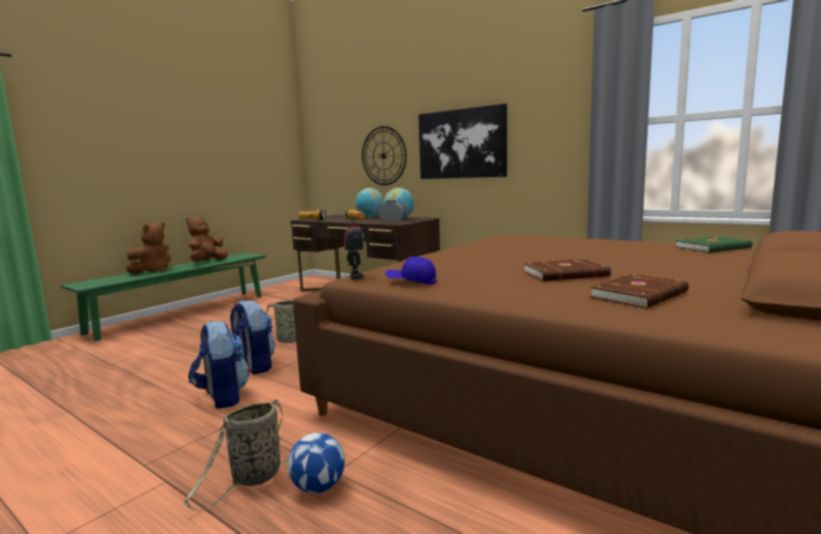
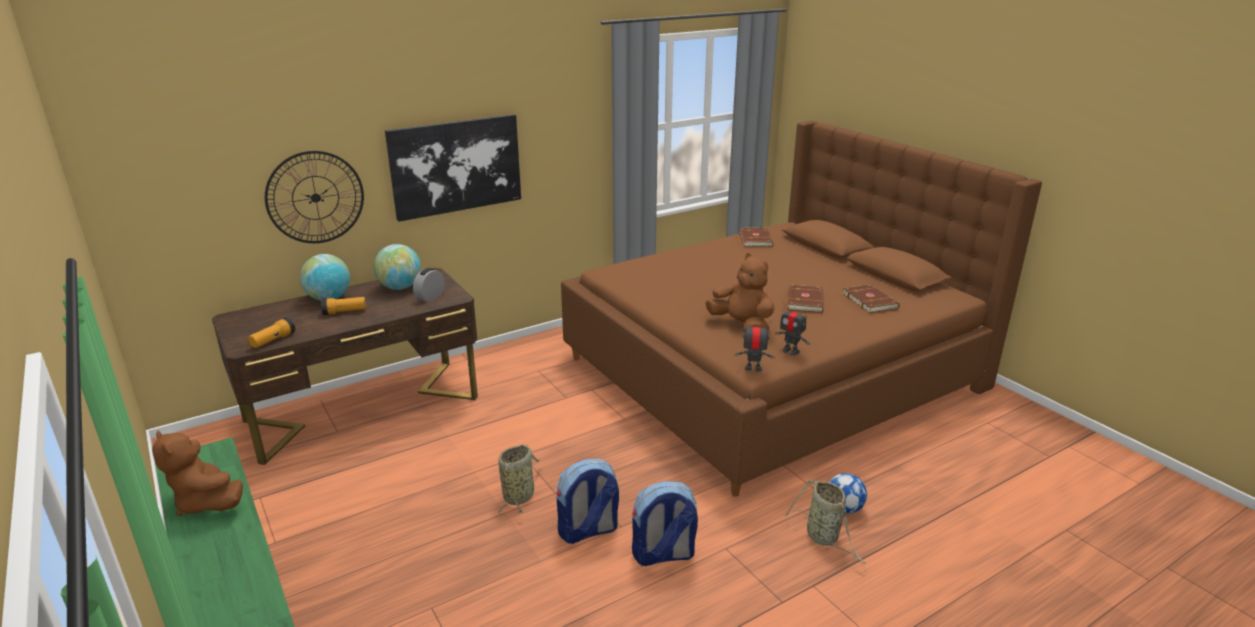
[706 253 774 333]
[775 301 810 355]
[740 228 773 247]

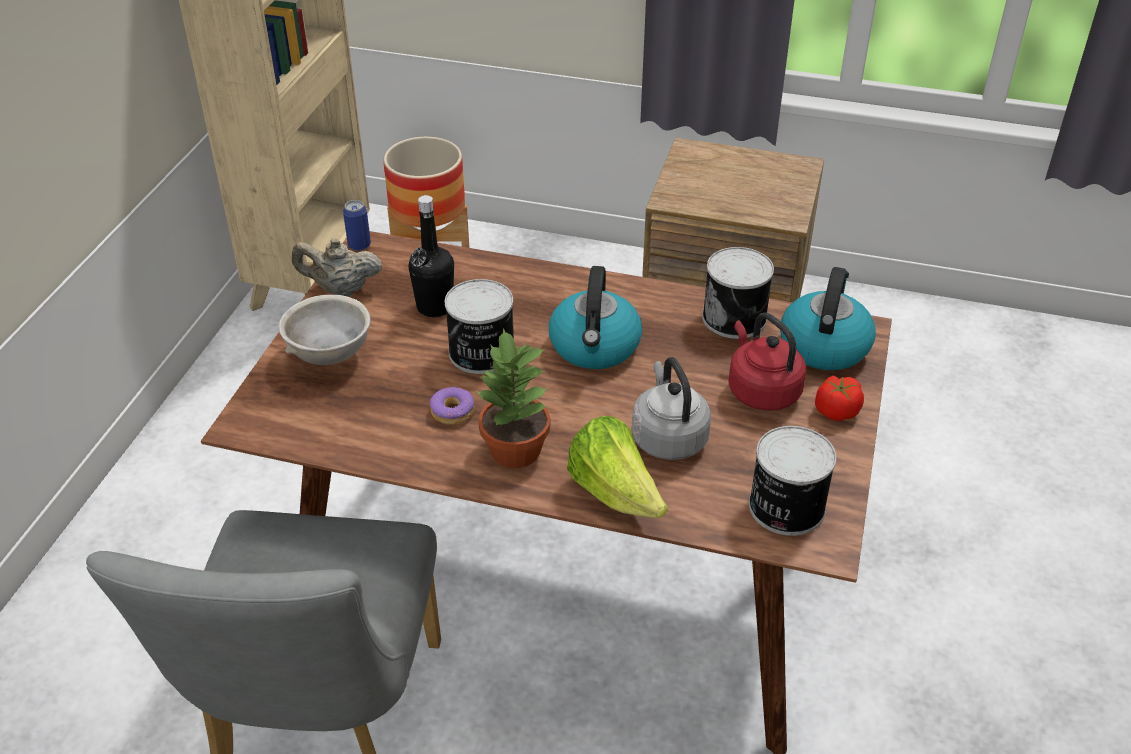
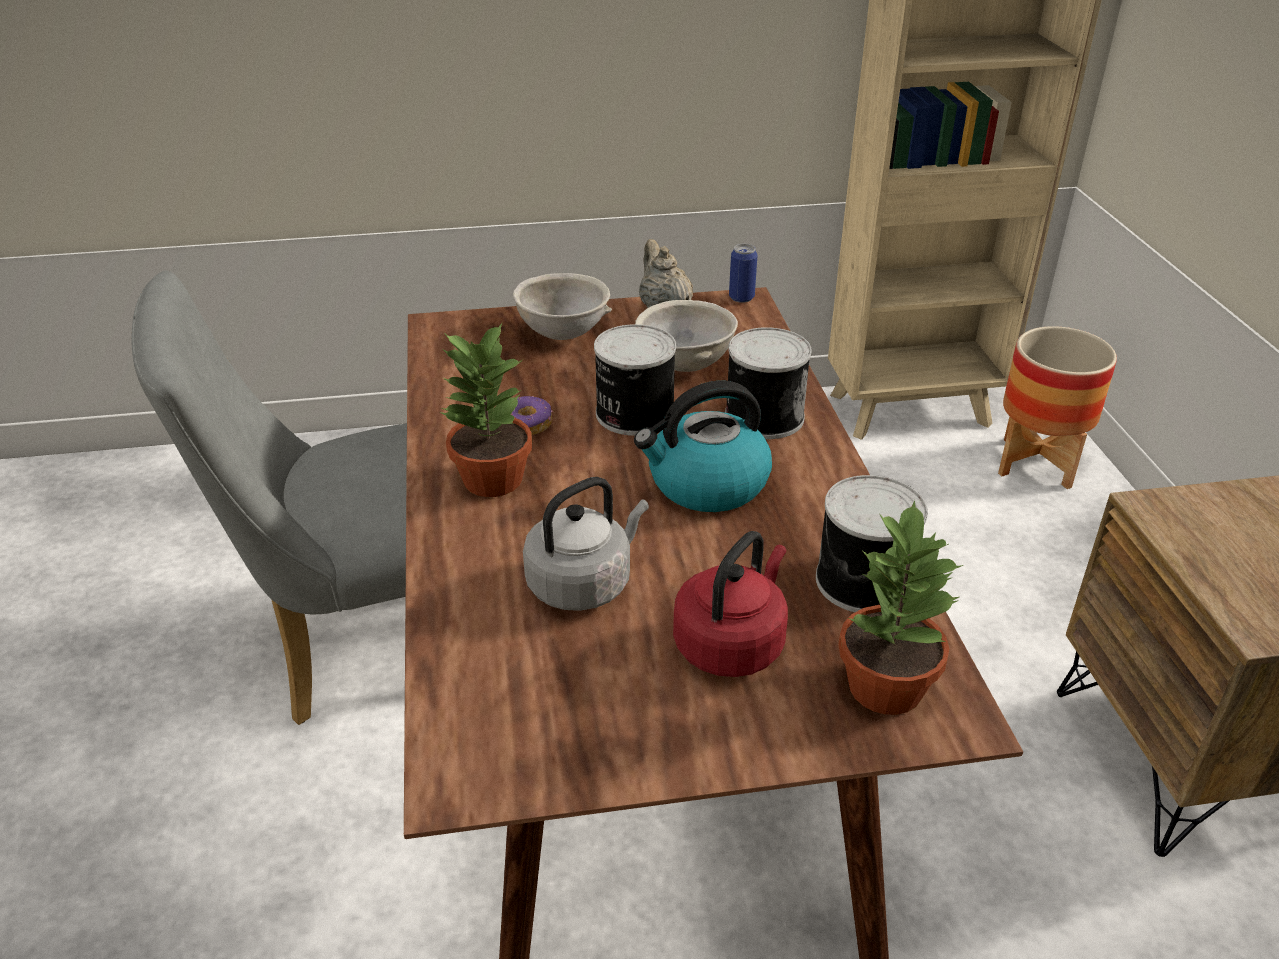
[567 416 668 518] (first image)
[815 375 864 421] (first image)
[725 327 812 439]
[635 300 738 372]
[838 500 963 715]

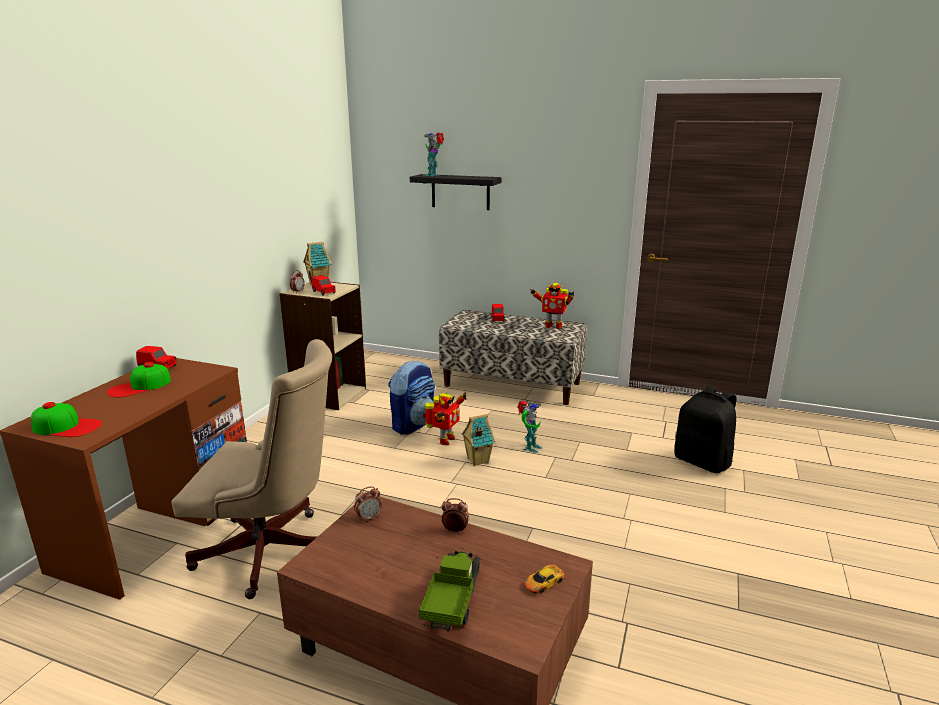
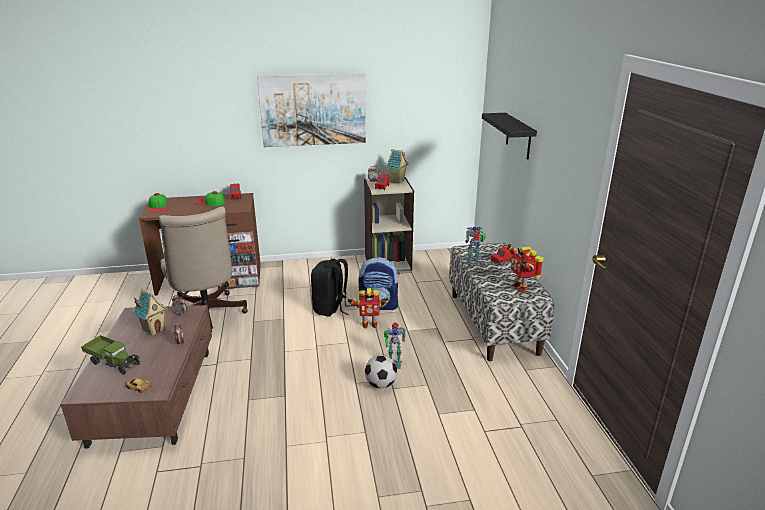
[257 73 366 147]
[365 355 397 388]
[465 227 486 264]
[133 289 168 336]
[311 259 354 317]
[81 335 141 375]

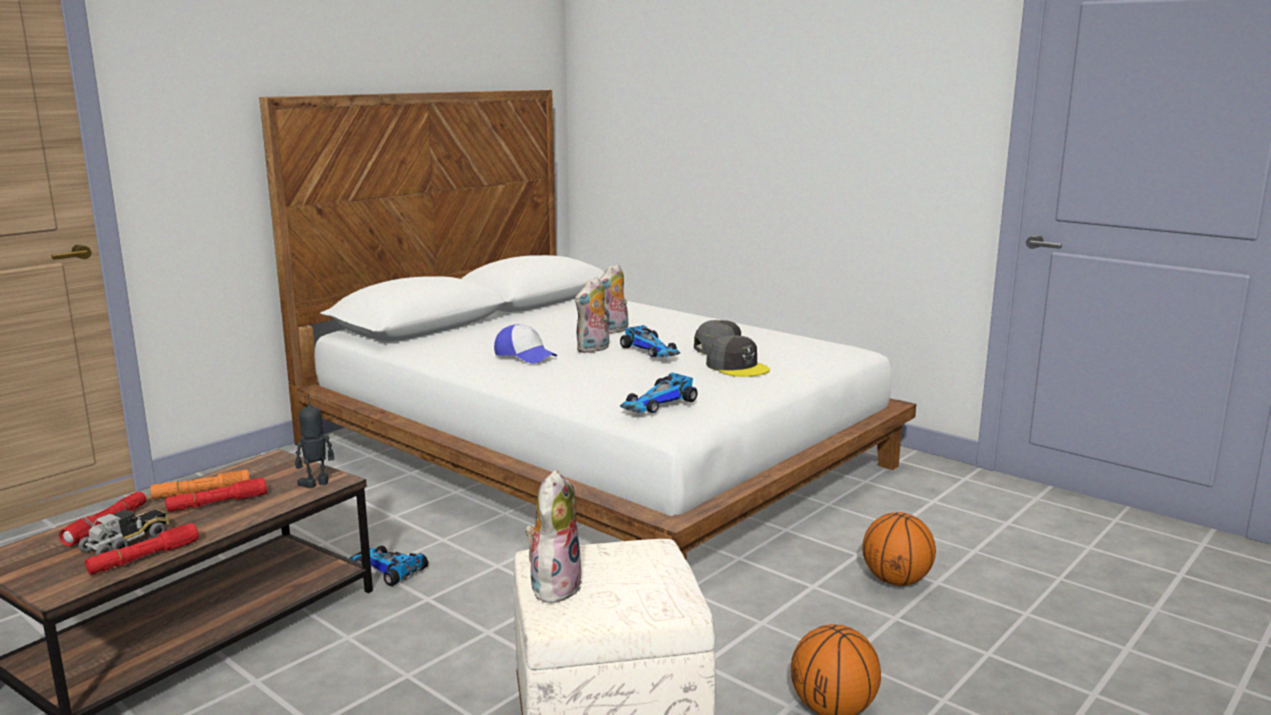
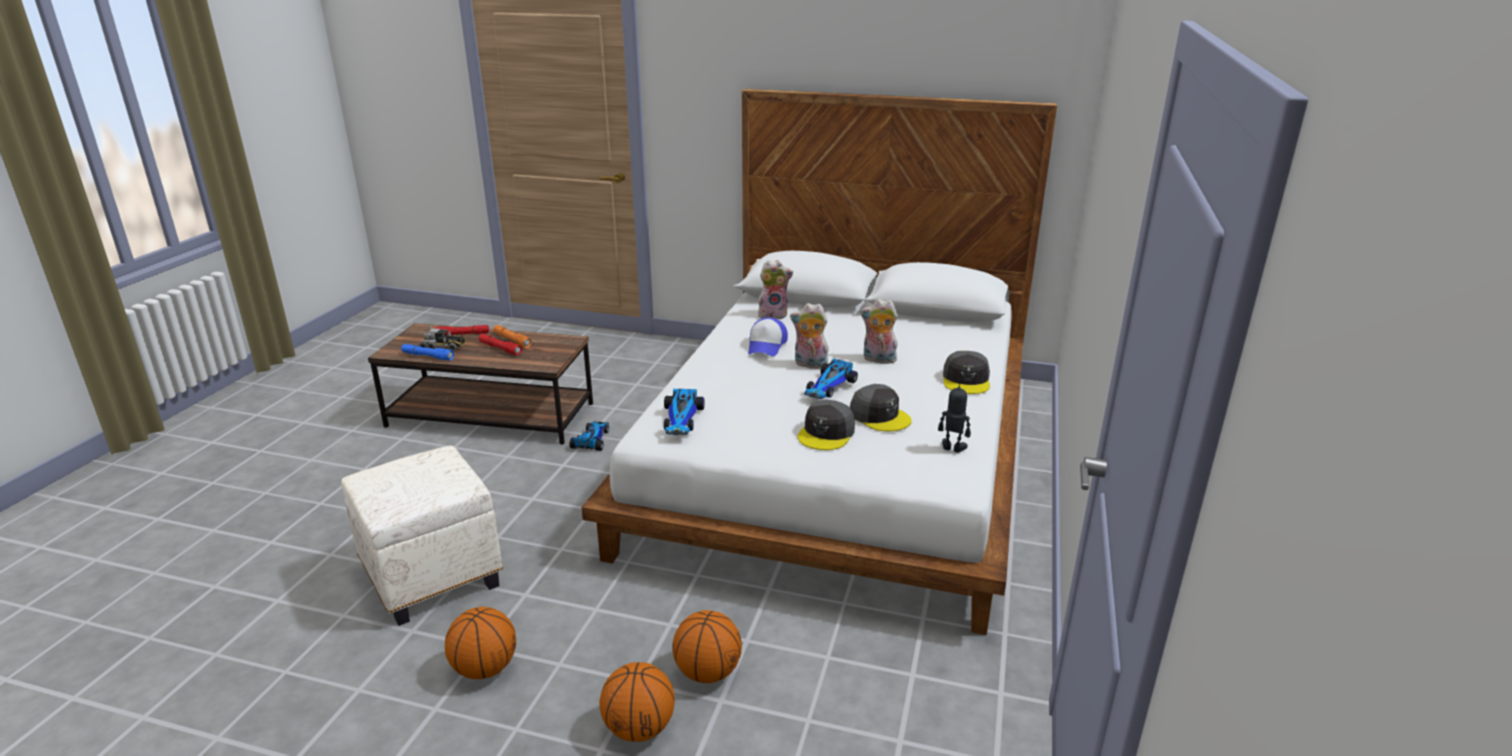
[600 662 675 742]
[943 351 990 394]
[938 379 971 453]
[758 260 793 319]
[401 344 454 360]
[664 389 705 435]

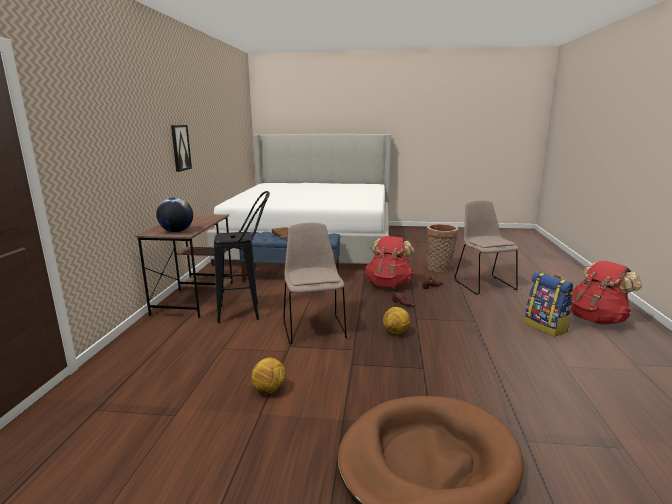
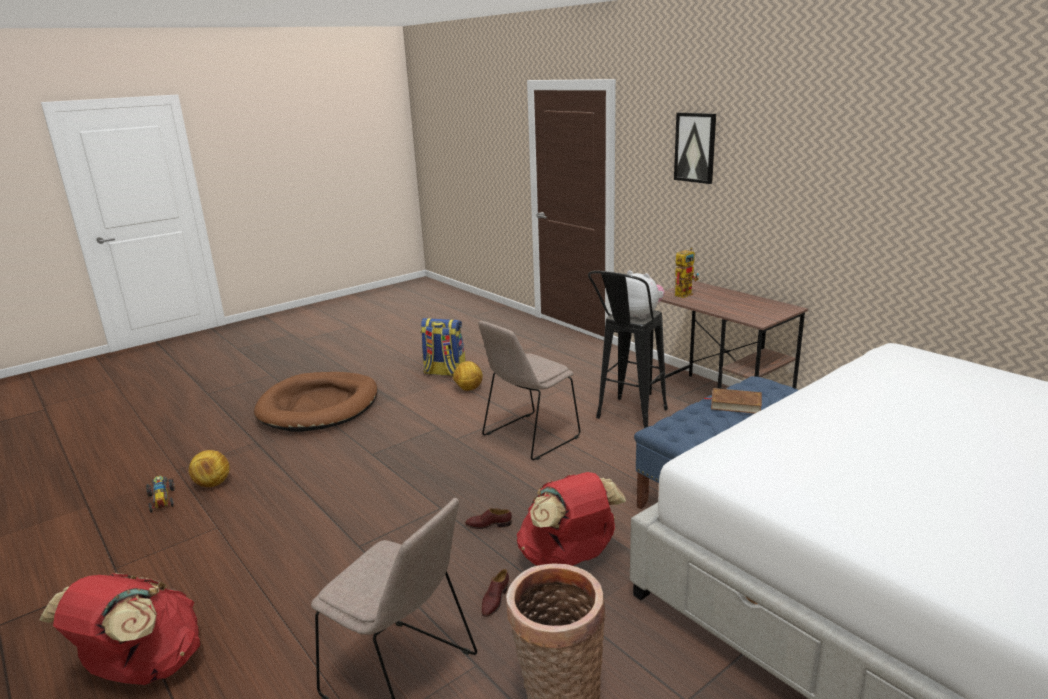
[146 476 175 513]
[626 271 665 319]
[674 112 716 184]
[189 450 230 487]
[420 318 465 376]
[675 248 699 298]
[478 321 580 460]

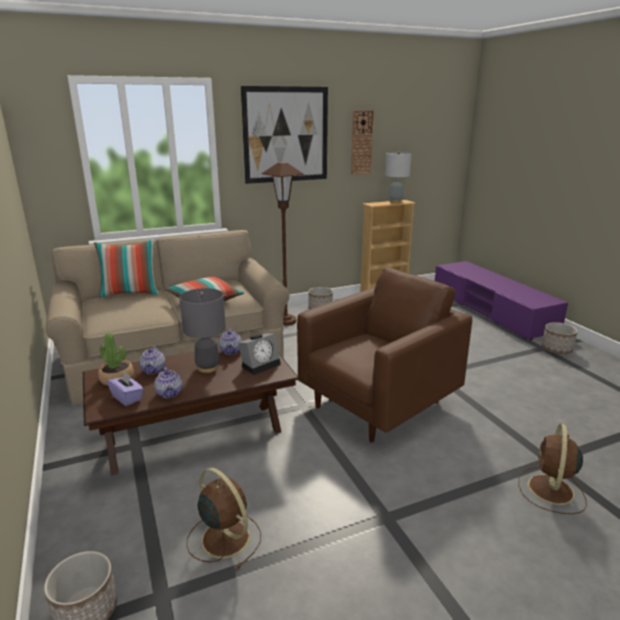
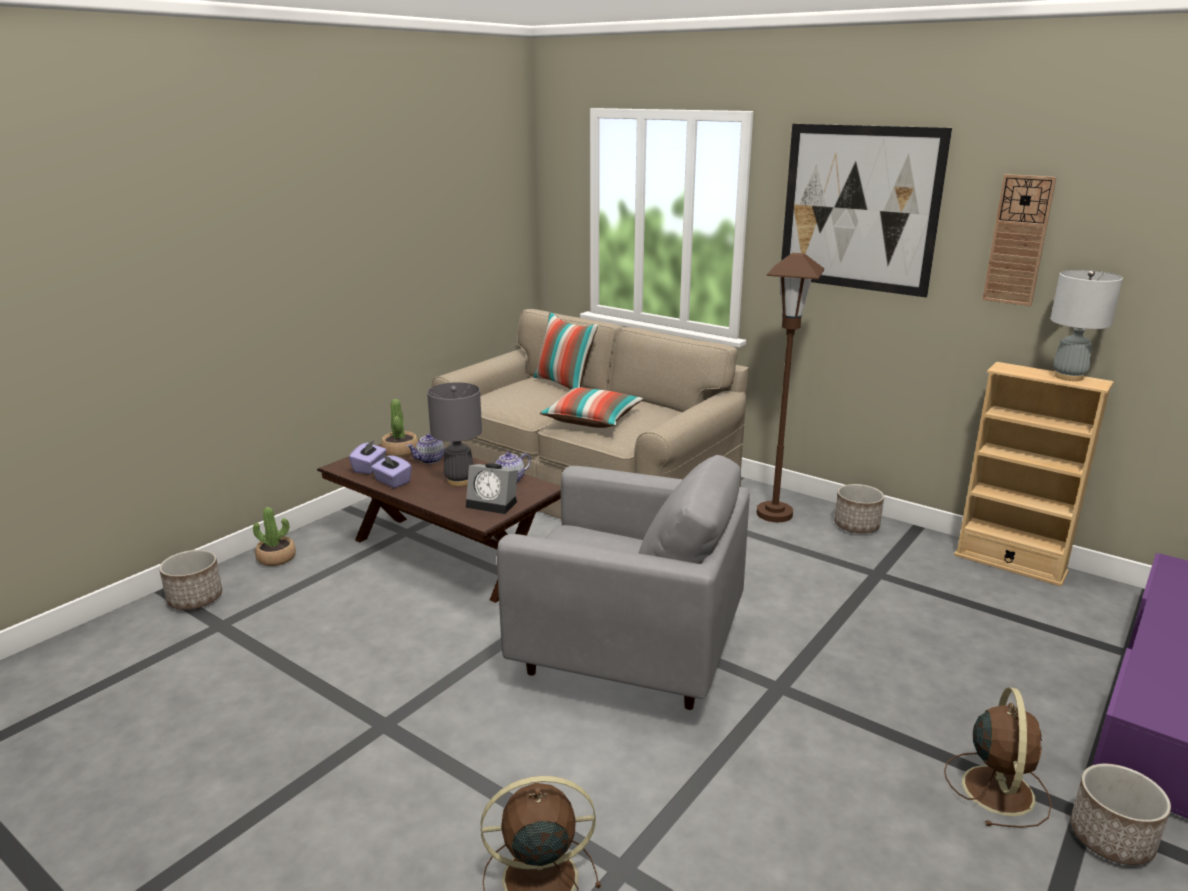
[253 507 296 566]
[944 687 1052 828]
[371 454 412 488]
[497 455 750 710]

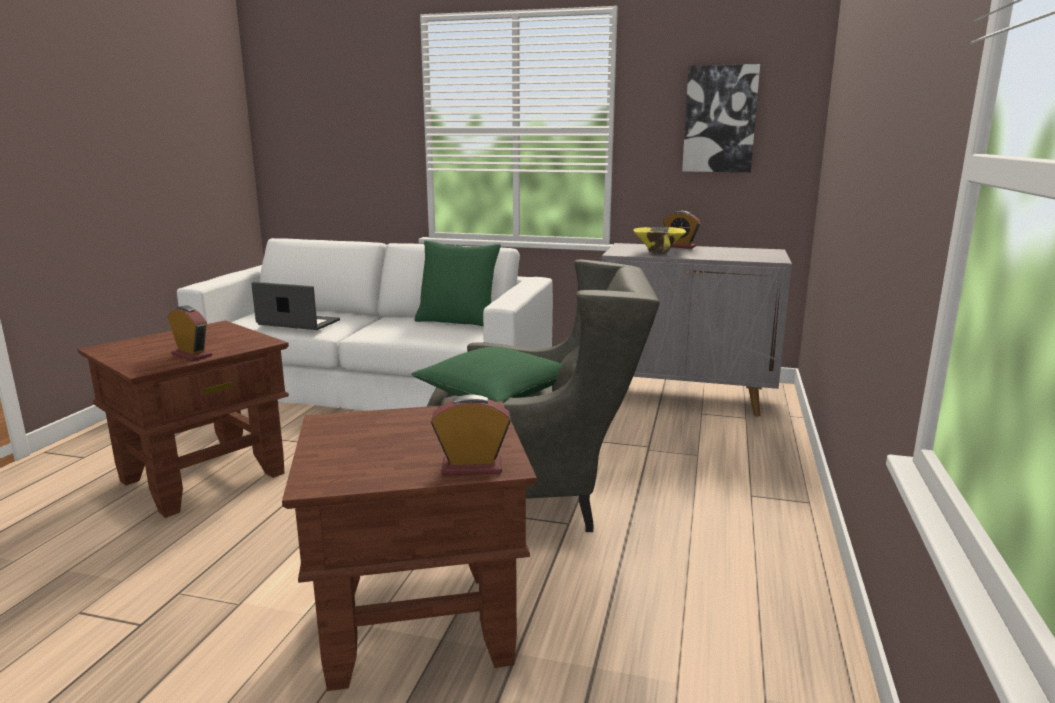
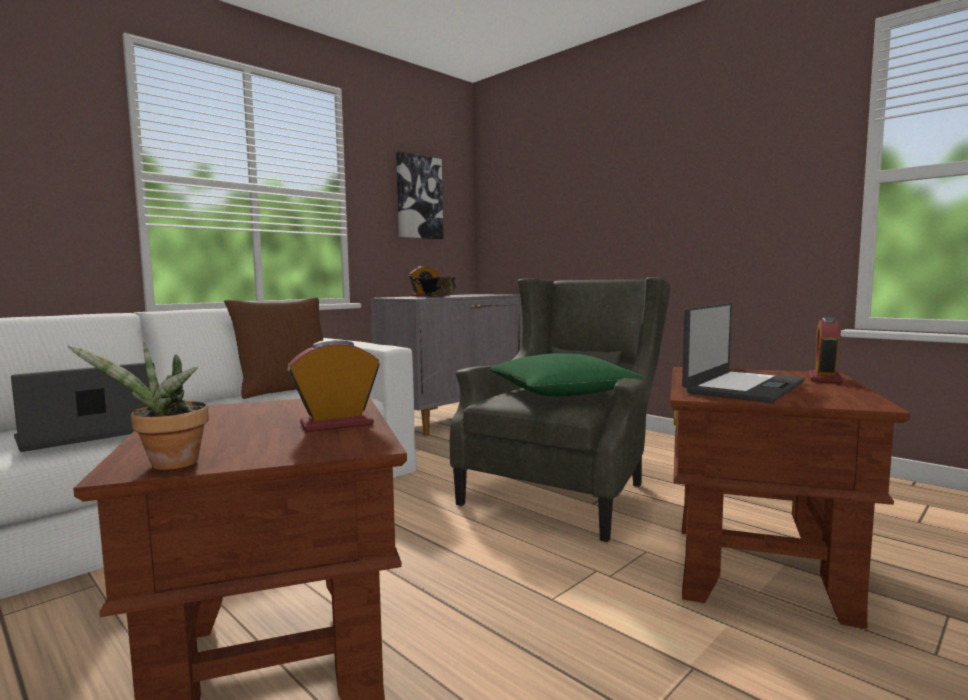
[68 342 209 470]
[682 303 805 403]
[224 298 323 399]
[413 276 456 297]

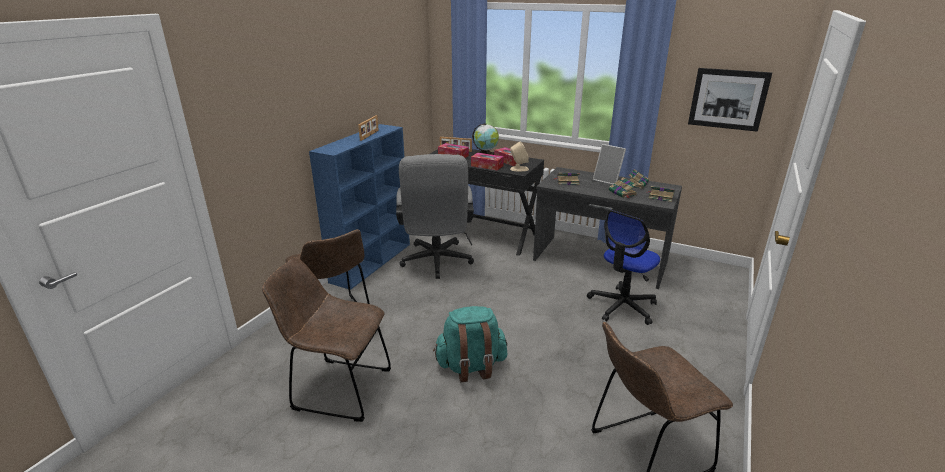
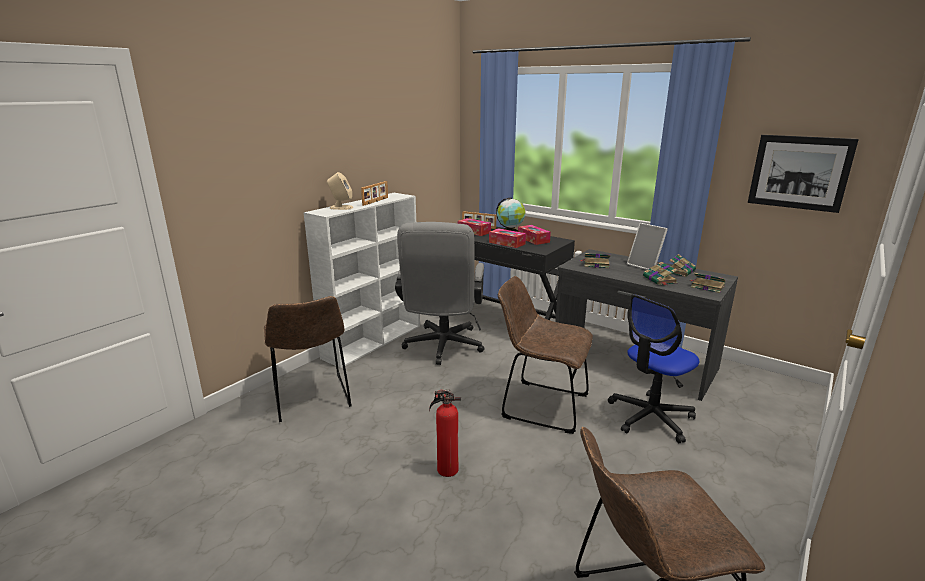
[498 276 593 434]
[327 172 353 210]
[429 389 461 477]
[303 193 420 368]

